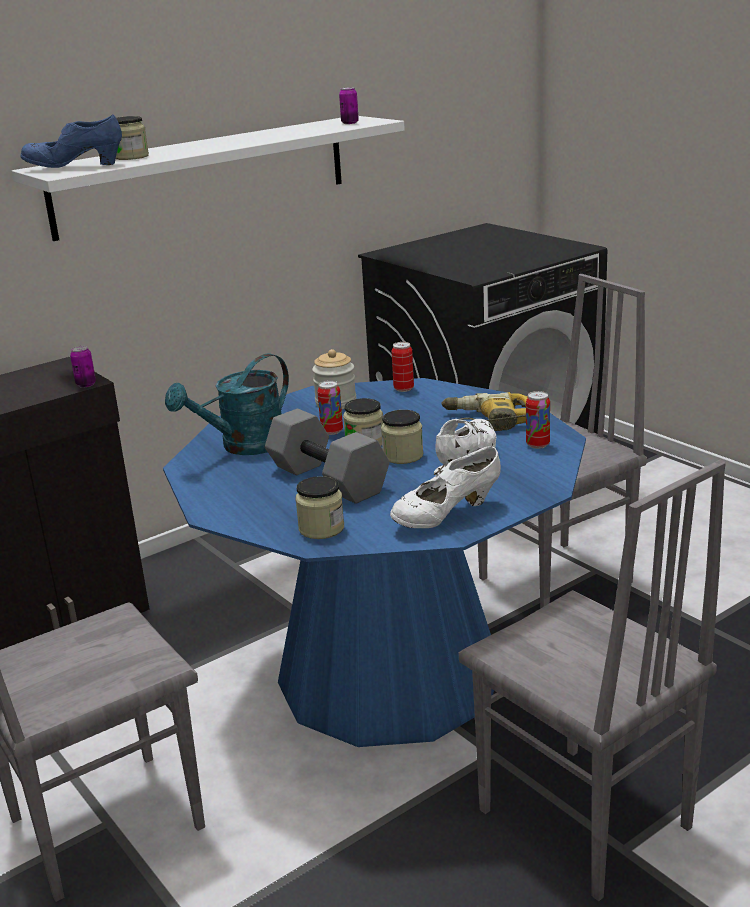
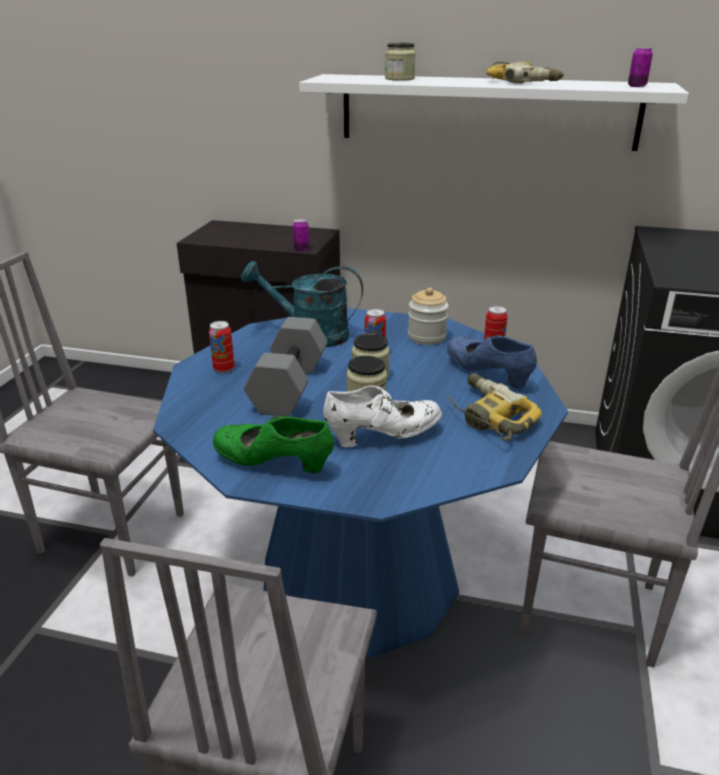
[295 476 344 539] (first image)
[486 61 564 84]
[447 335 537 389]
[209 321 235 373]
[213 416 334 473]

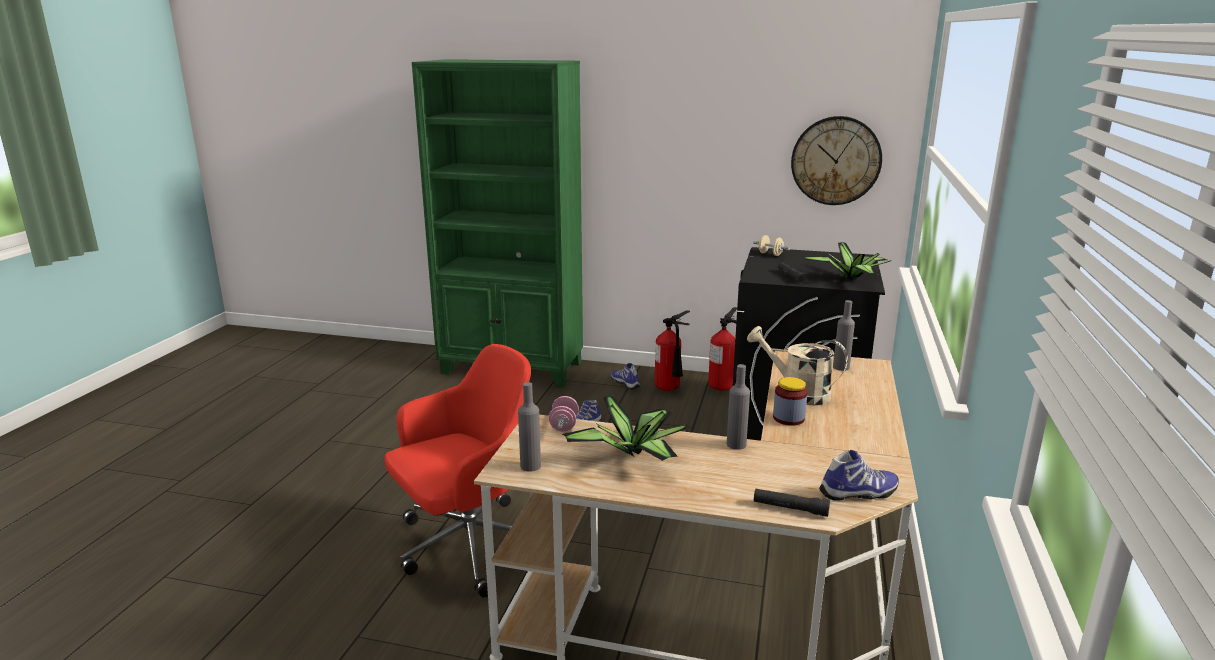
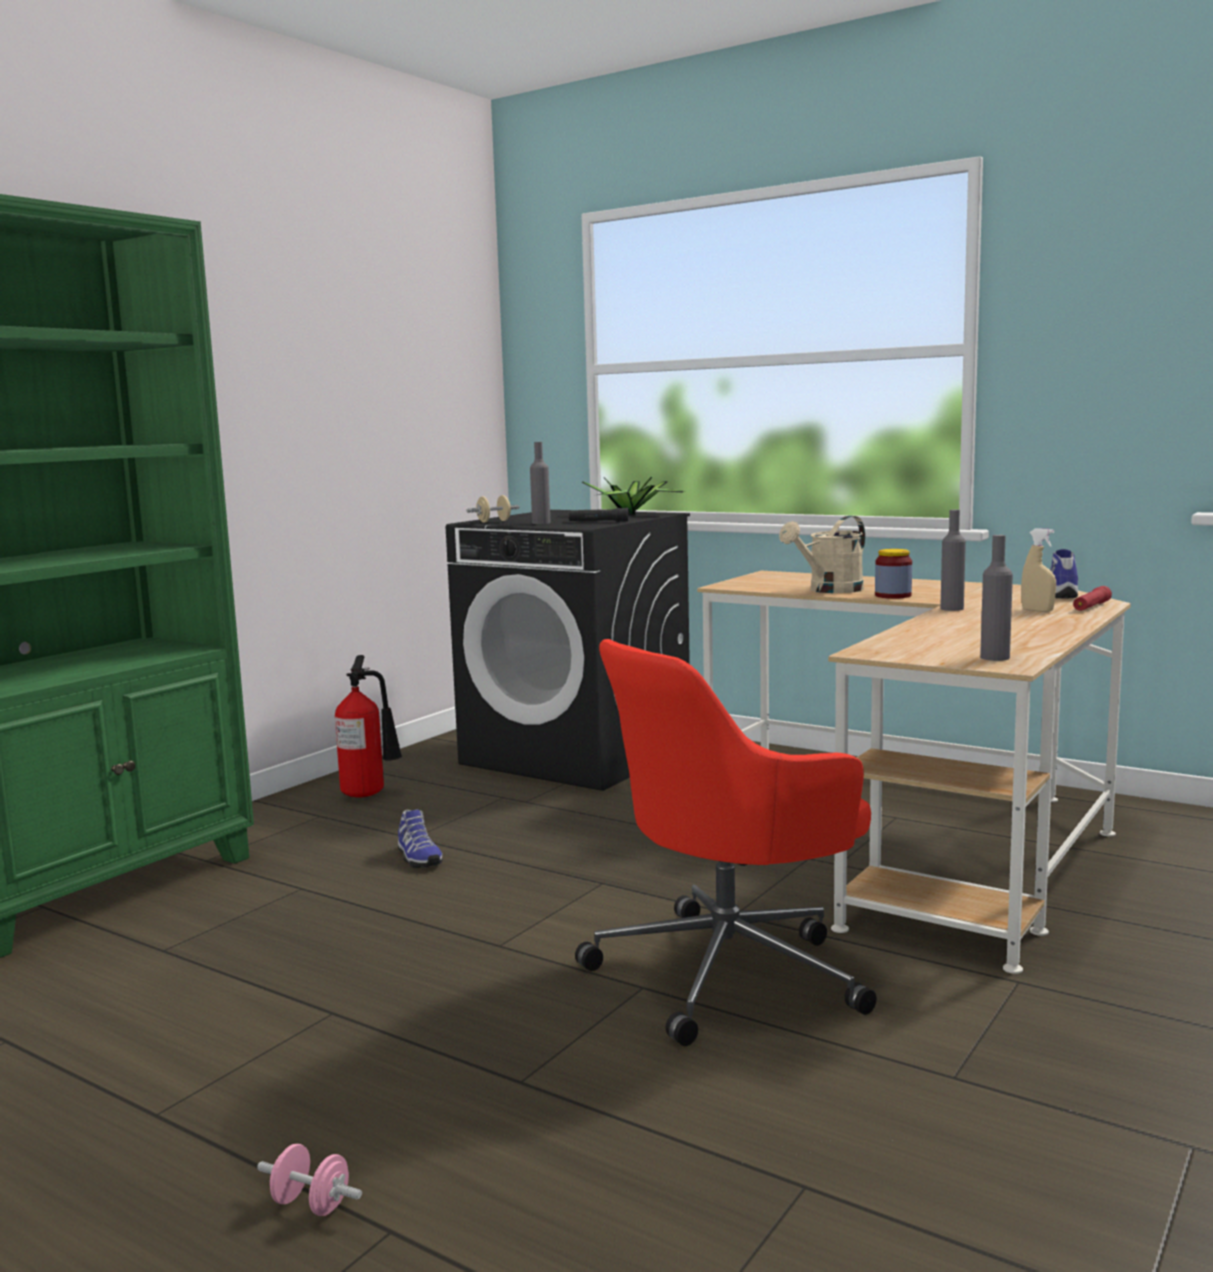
[563 396 687 461] (first image)
[611 363 640 390] (first image)
[708 307 737 390] (first image)
[791 116 882 205] (first image)
[1021 528 1056 612]
[257 1144 362 1216]
[530 442 551 524]
[1073 586 1112 611]
[575 639 877 1046]

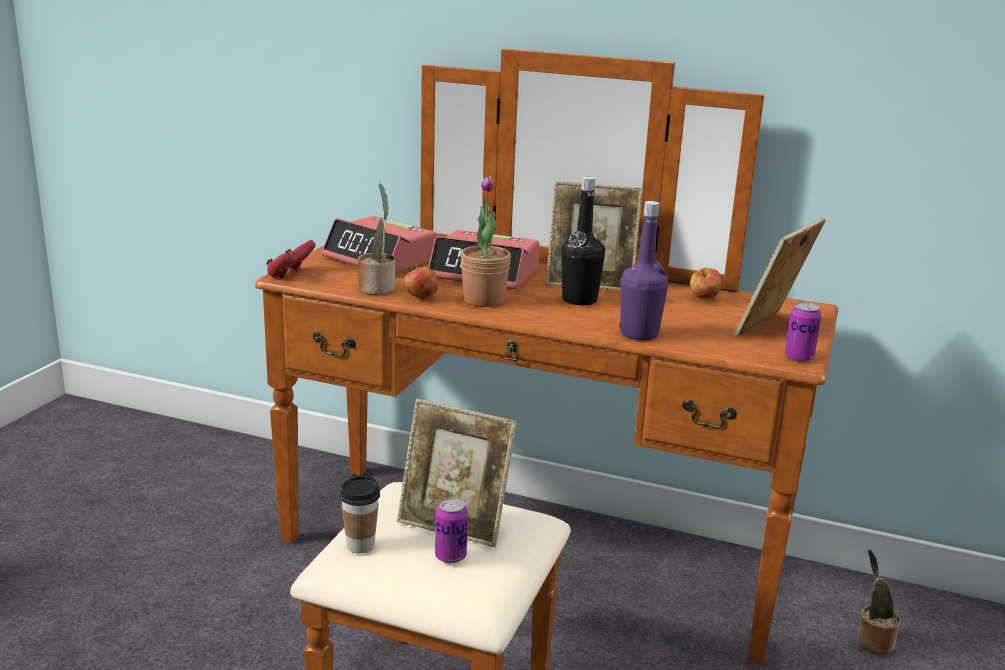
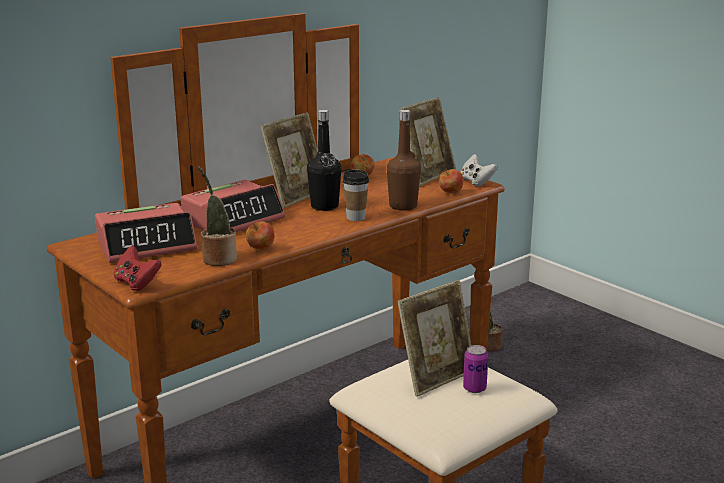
[460 176 511 307] (first image)
[439 169 463 193]
[343 169 369 221]
[460 154 498 186]
[387 110 421 211]
[400 97 456 186]

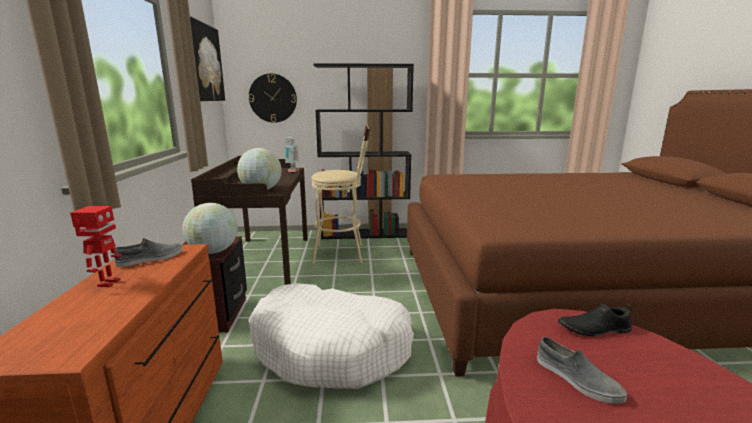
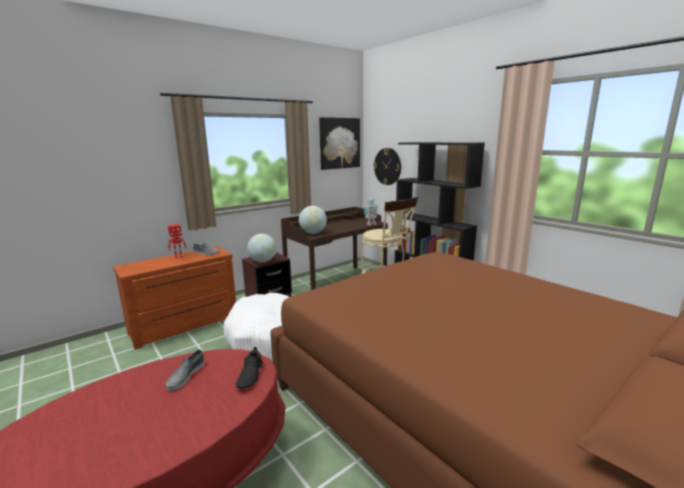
[235 347 263 388]

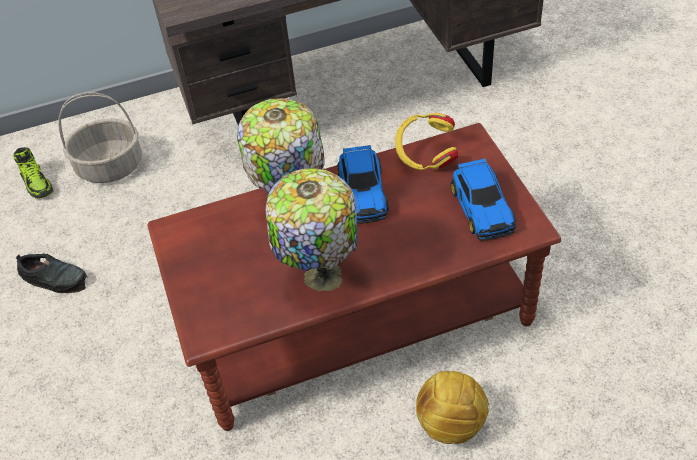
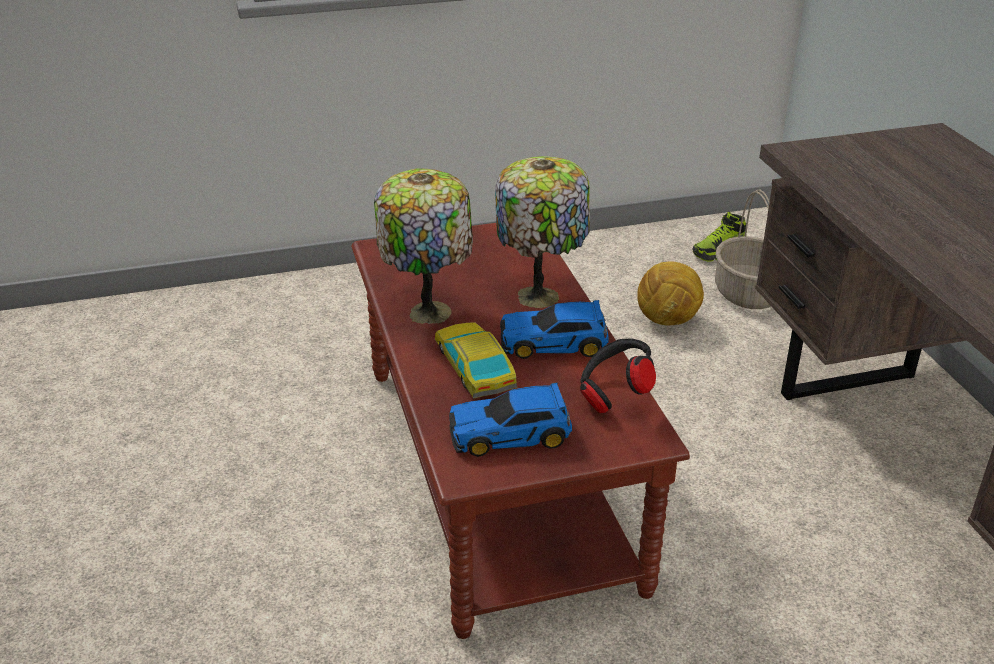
[16 254 88 293] (first image)
[435 322 517 399]
[637 262 704 325]
[580 338 656 413]

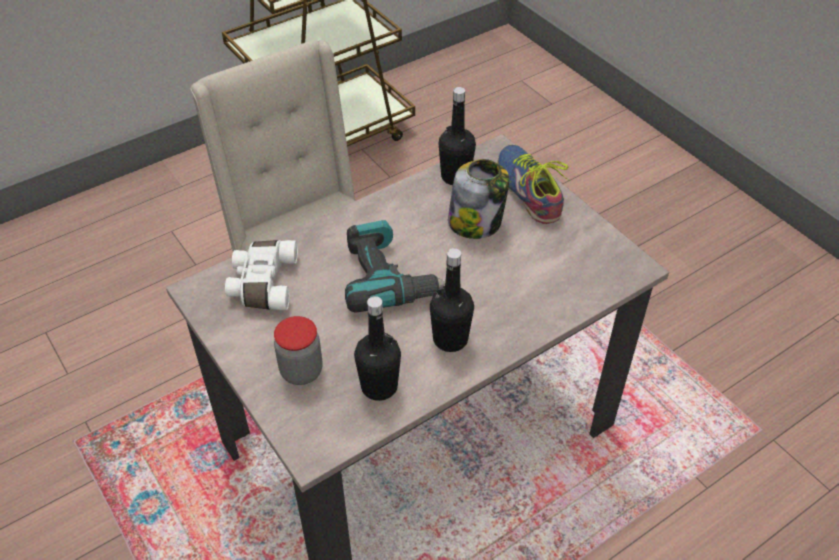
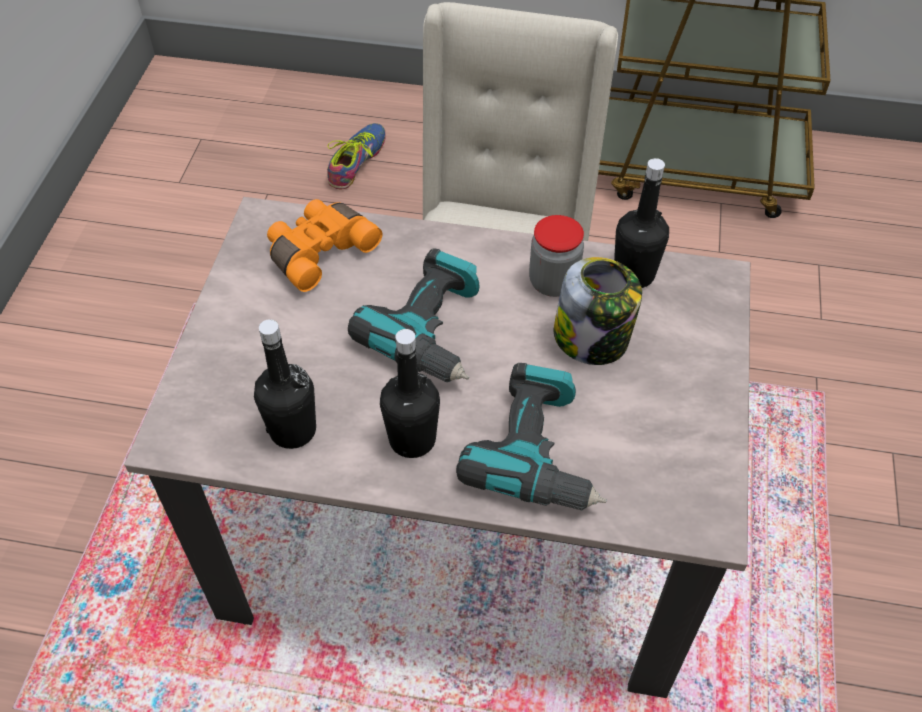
[456 363 606 510]
[529 215 584 297]
[327 123 386 189]
[267 199 382 292]

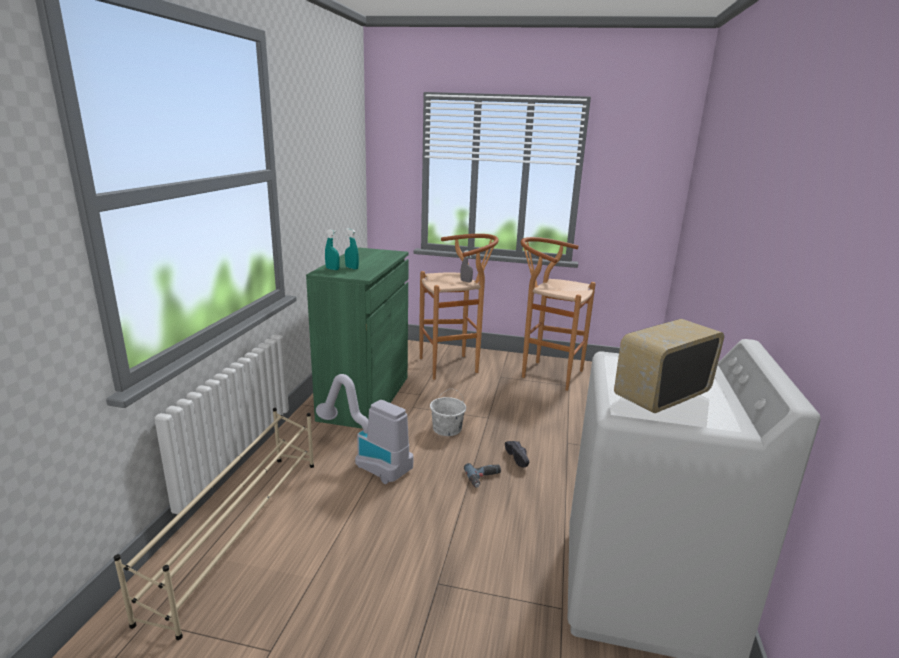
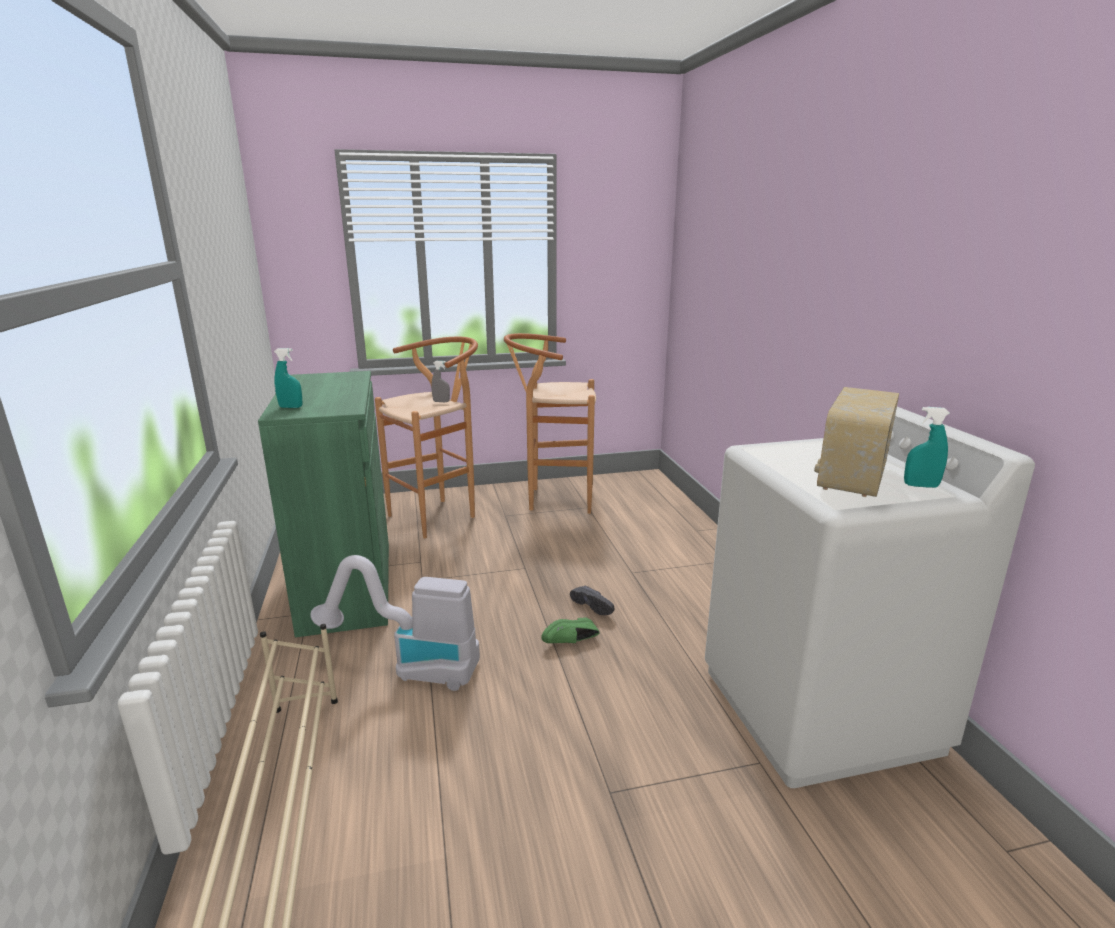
[430 389 466 436] (first image)
[904 407 950 488]
[541 617 600 643]

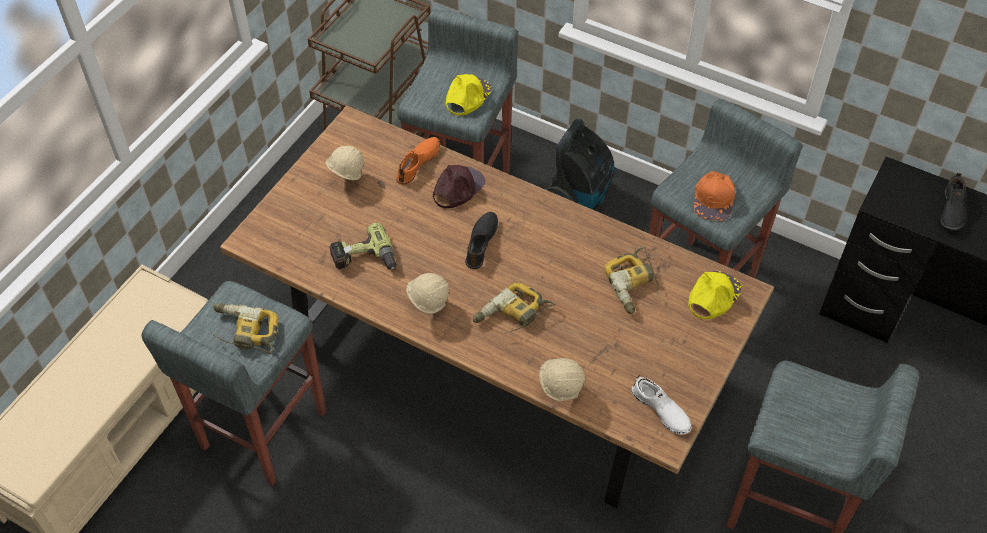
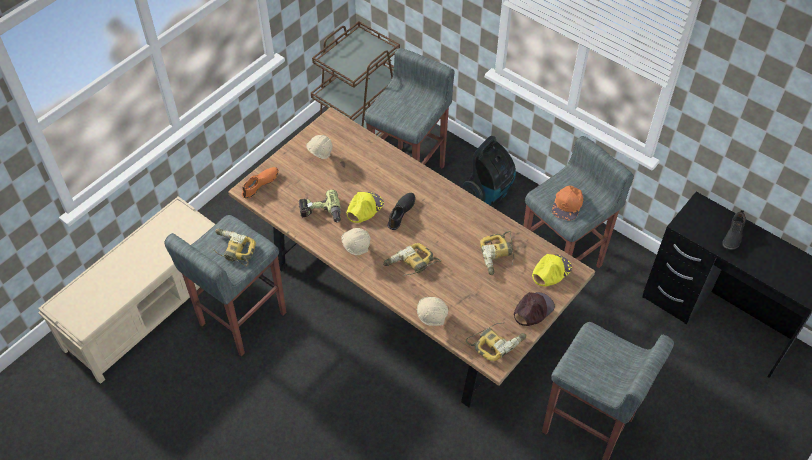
[242 167 279 199]
[514 292 555 326]
[346 192 384 223]
[466 322 526 361]

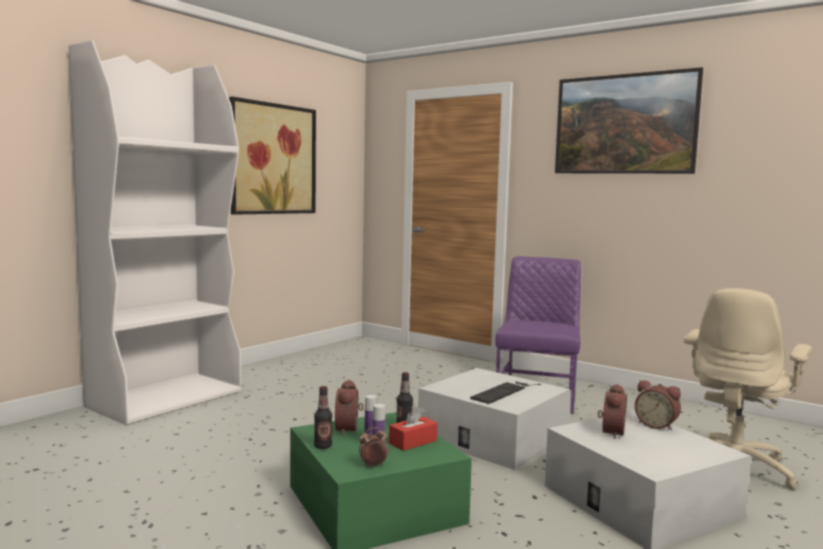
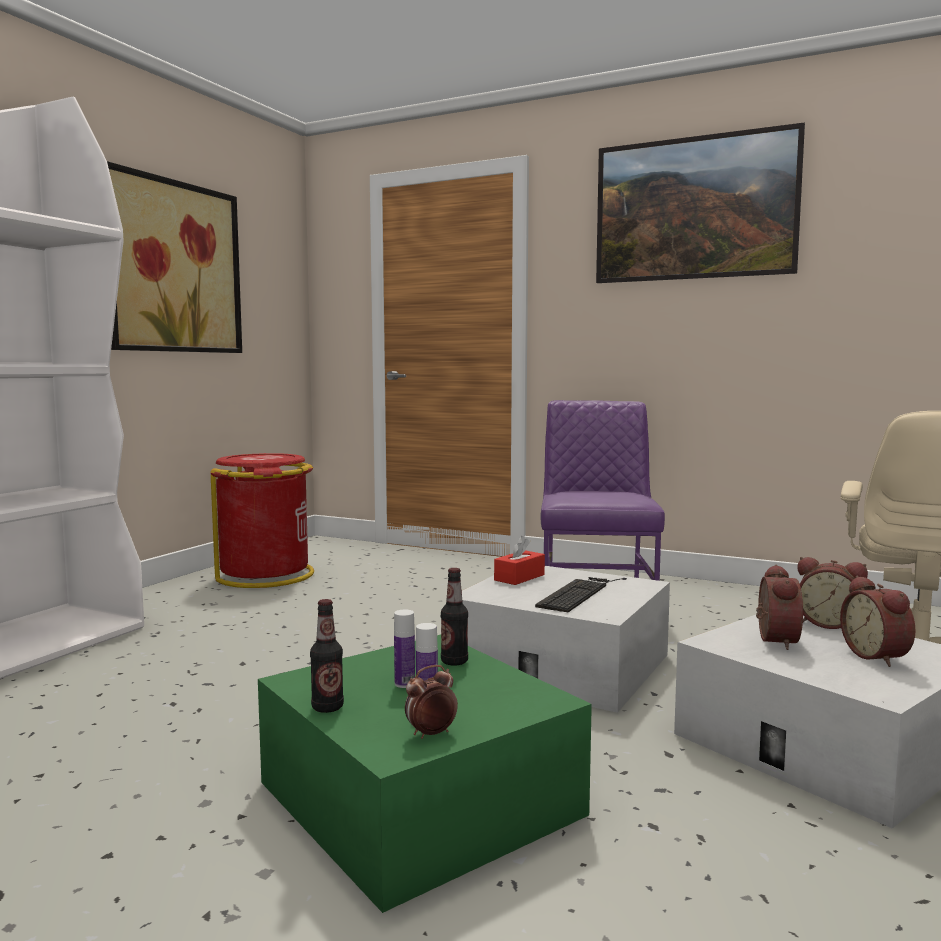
[210 453 314 588]
[840 576 916 667]
[494 536 545 585]

